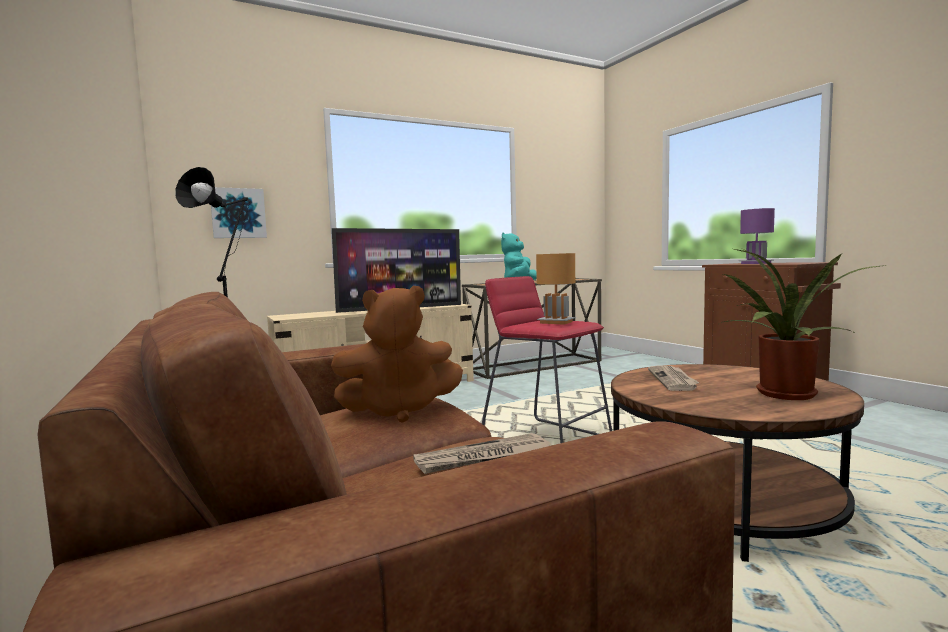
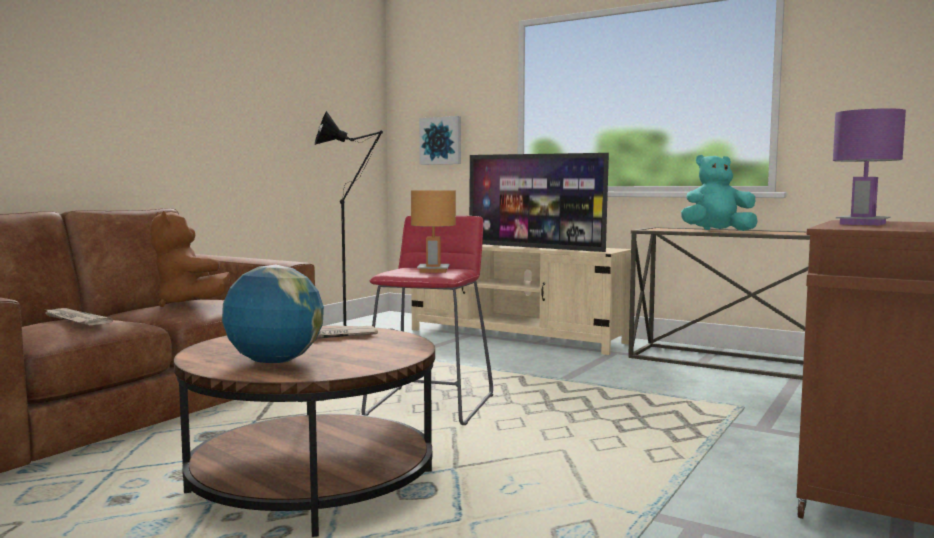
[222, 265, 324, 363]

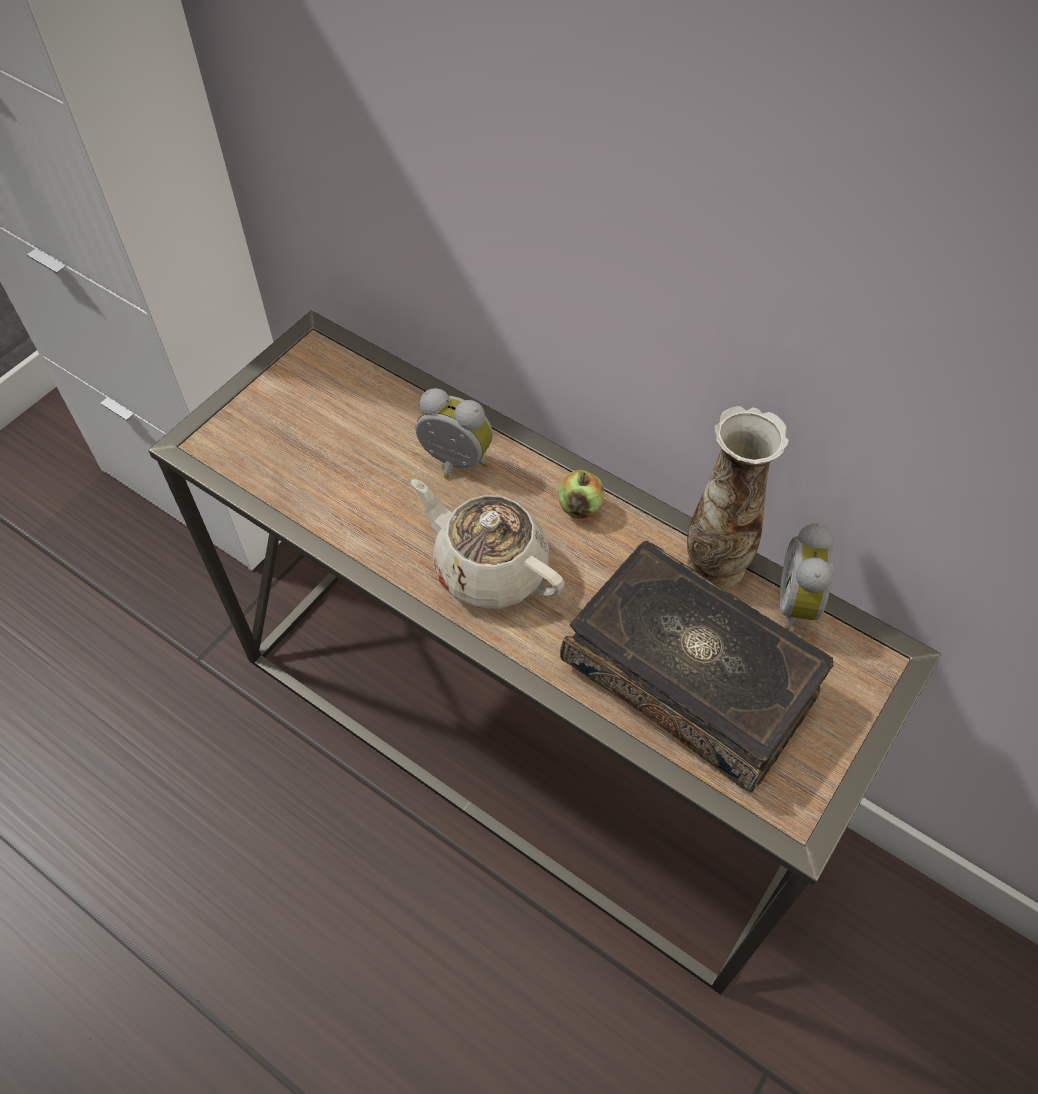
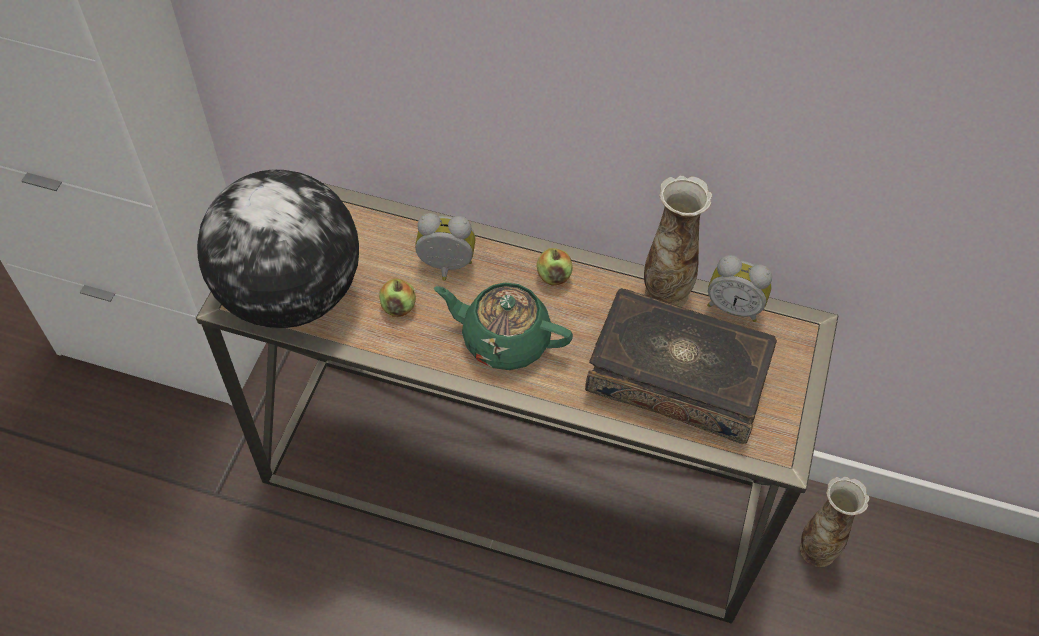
[197, 170, 359, 328]
[379, 278, 416, 317]
[434, 282, 573, 370]
[707, 255, 772, 322]
[800, 476, 870, 567]

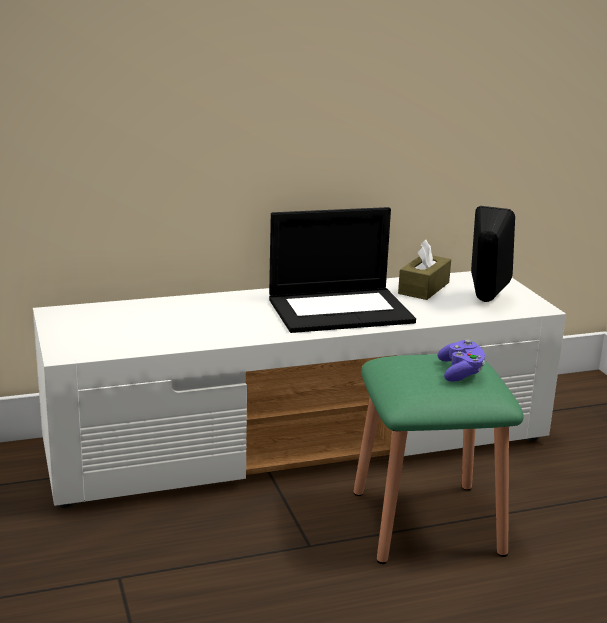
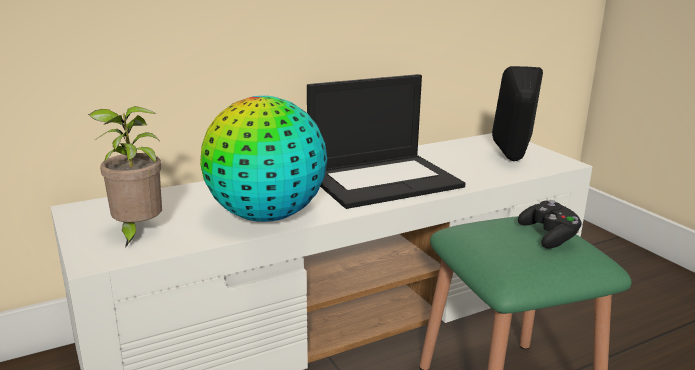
[88, 106, 162, 248]
[200, 96, 327, 222]
[518, 200, 582, 249]
[398, 240, 451, 300] (first image)

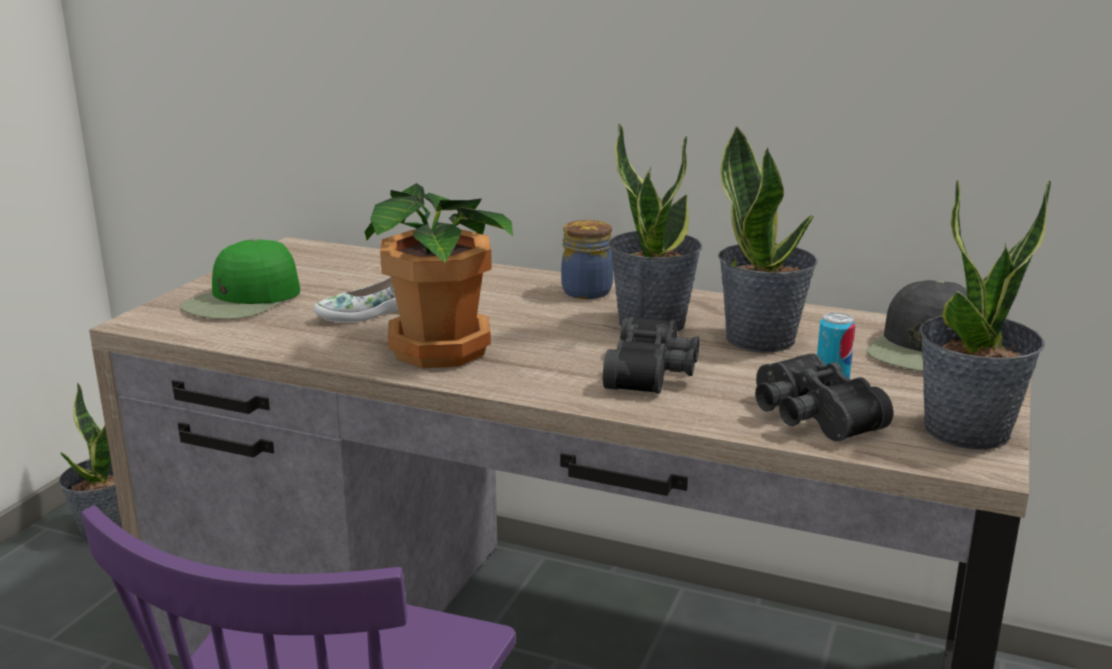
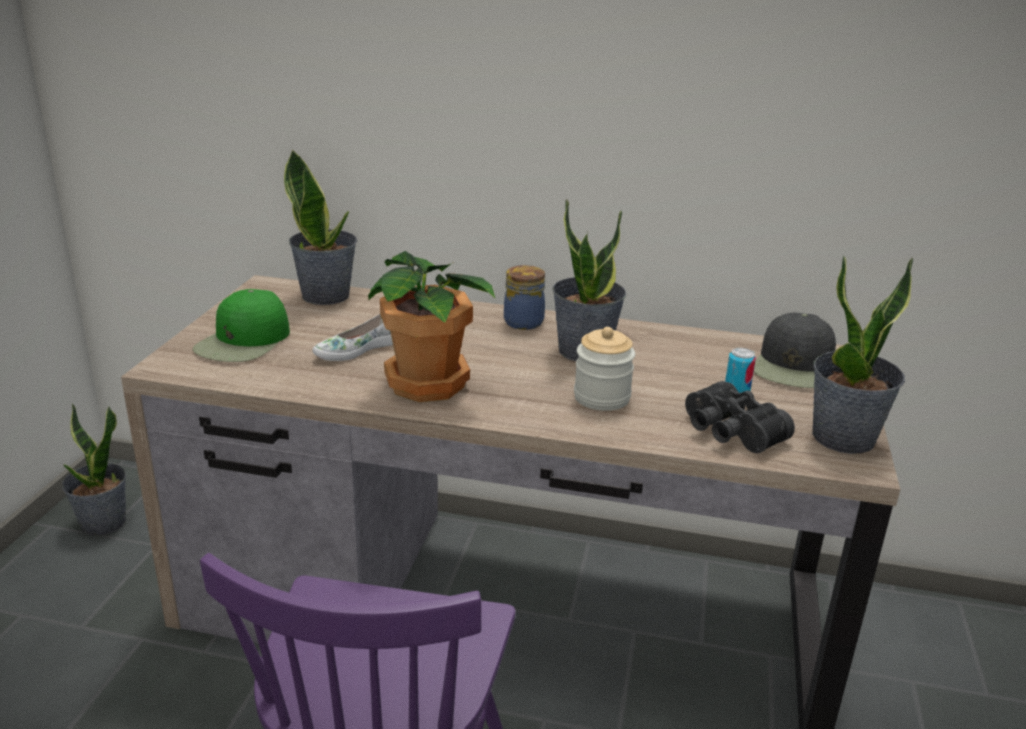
[284, 149, 357, 305]
[574, 327, 635, 411]

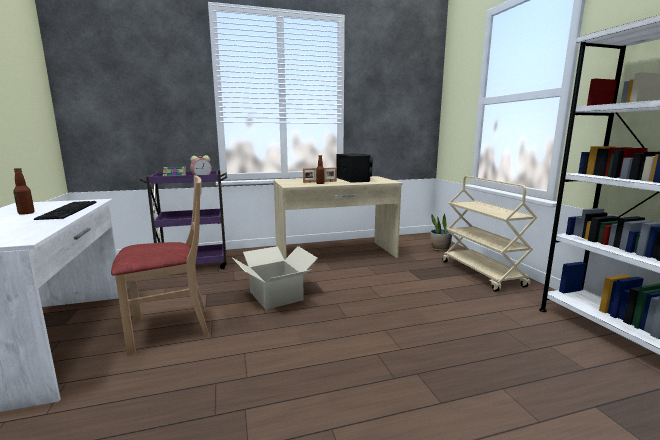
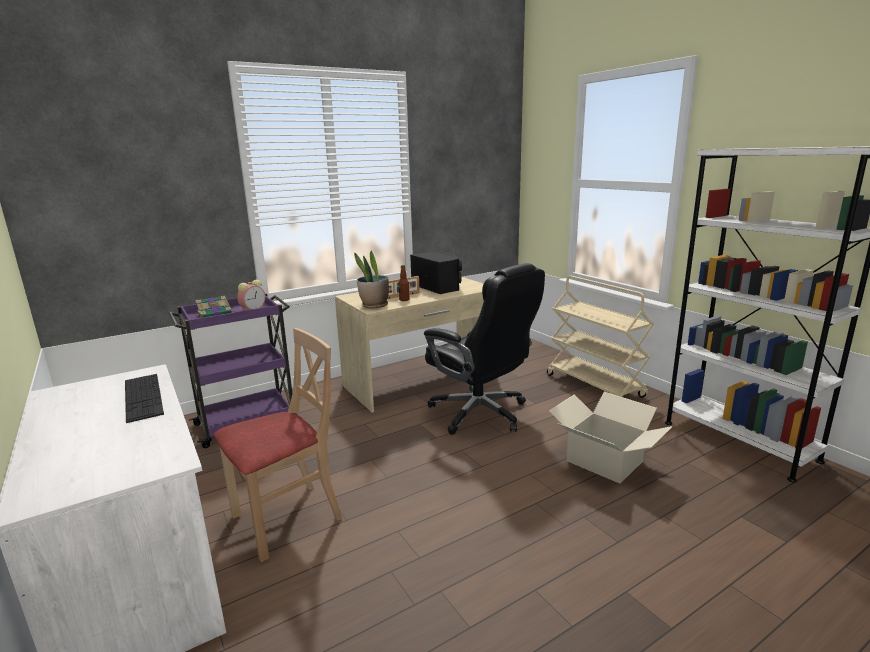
[354, 251, 389, 308]
[424, 263, 545, 435]
[549, 392, 672, 484]
[13, 168, 35, 215] (first image)

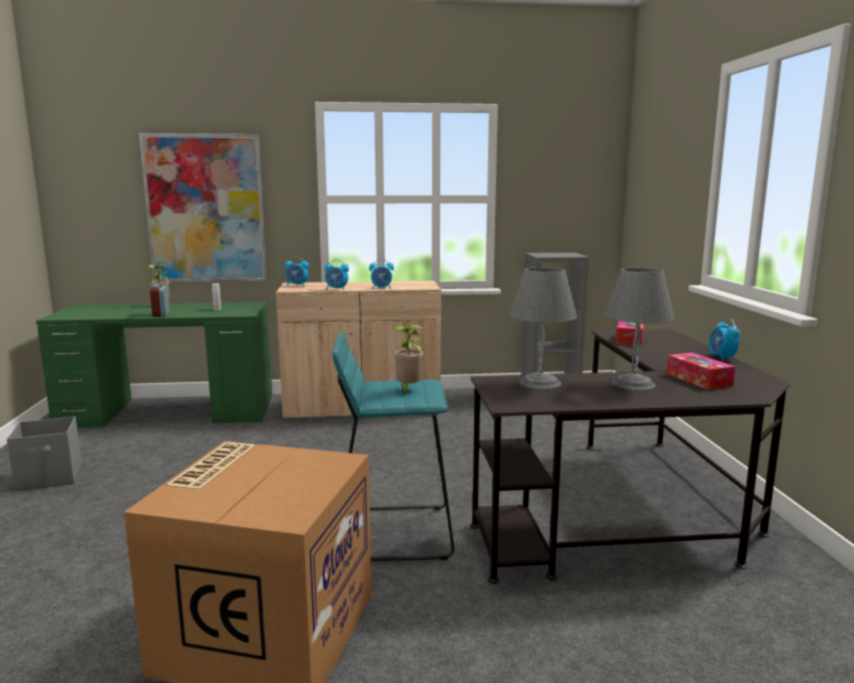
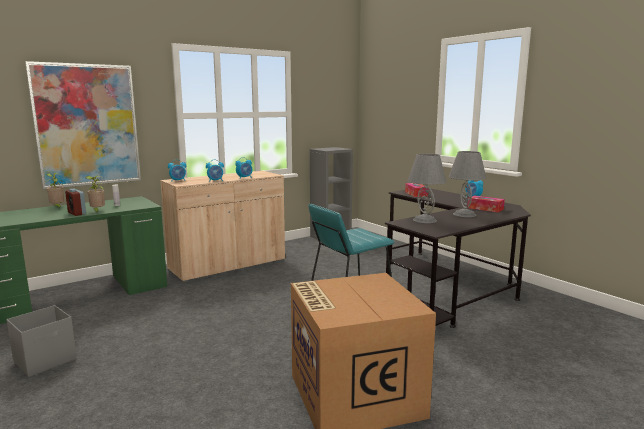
[85, 176, 105, 212]

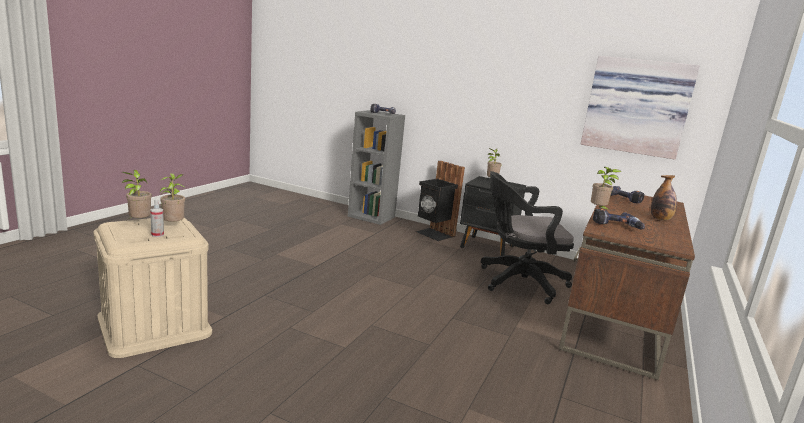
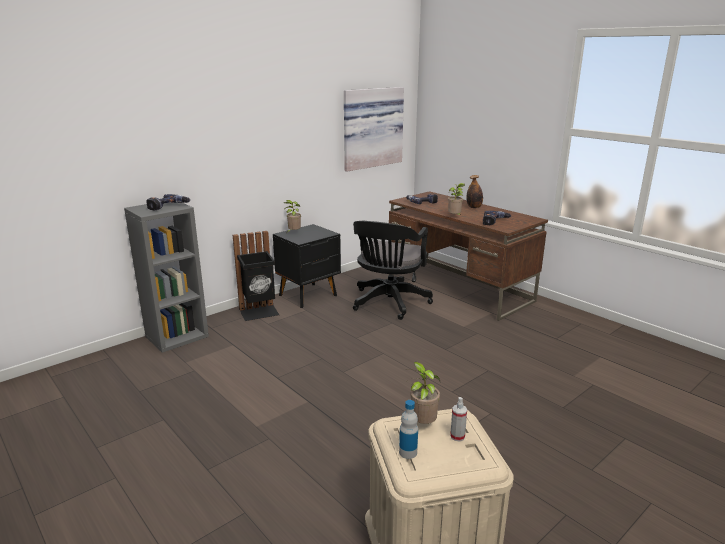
[399, 400, 418, 459]

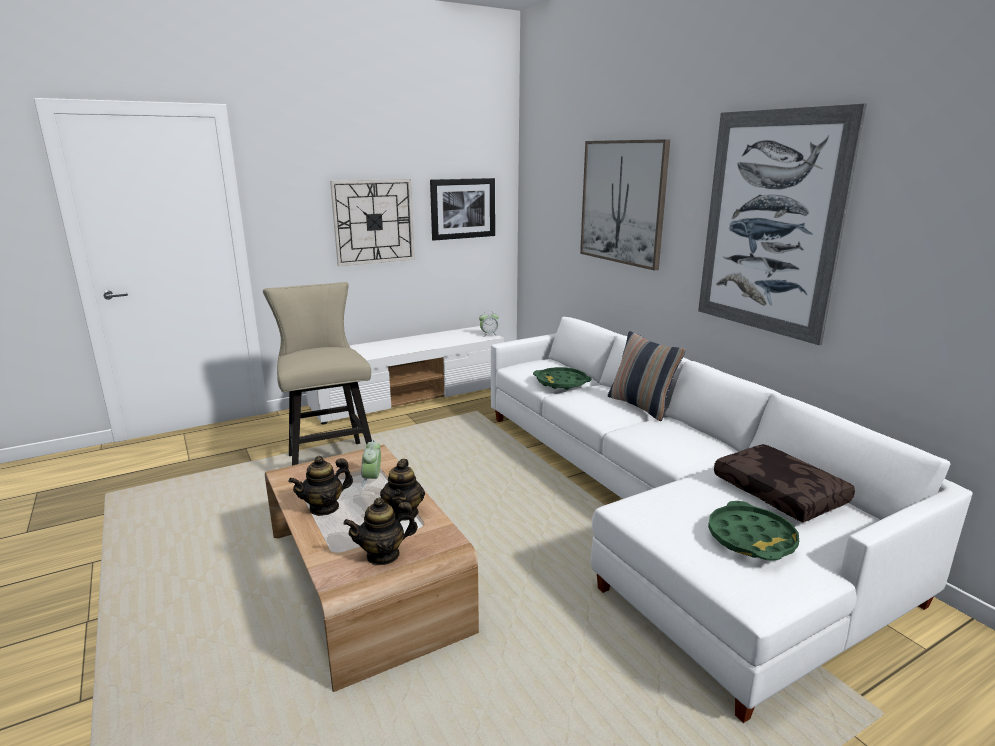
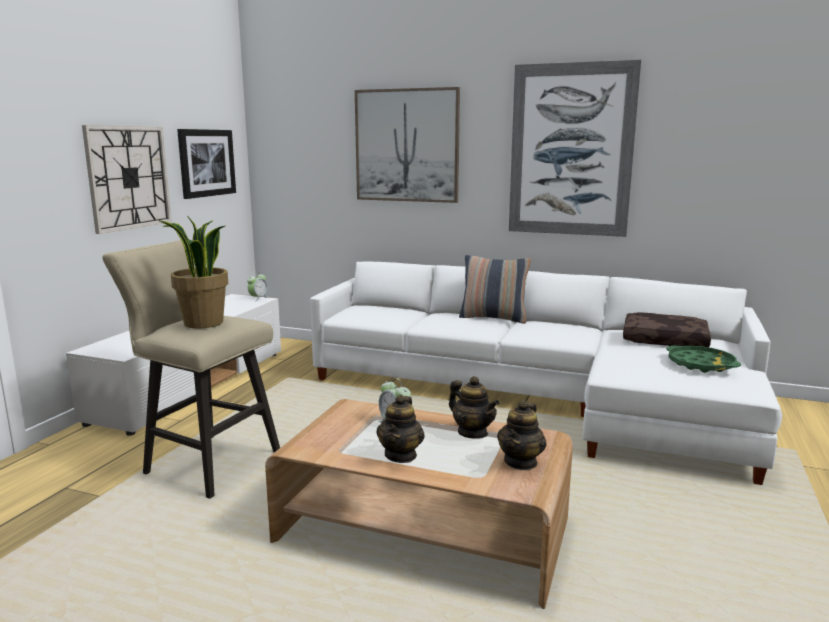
[158, 216, 228, 328]
[533, 367, 592, 390] (first image)

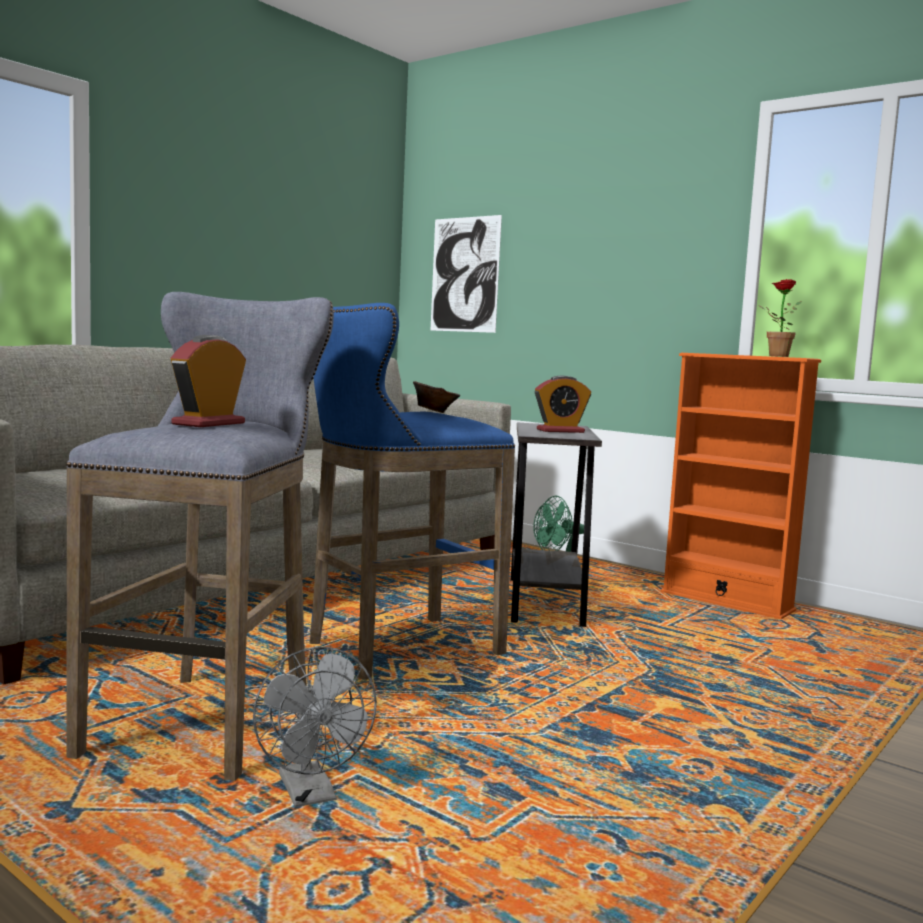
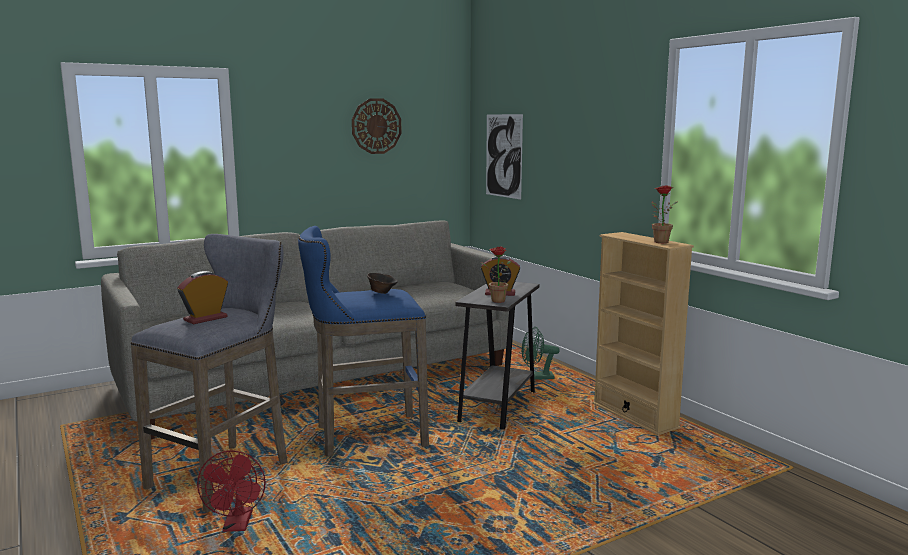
[197, 450, 266, 532]
[352, 98, 401, 154]
[481, 247, 511, 303]
[592, 232, 694, 435]

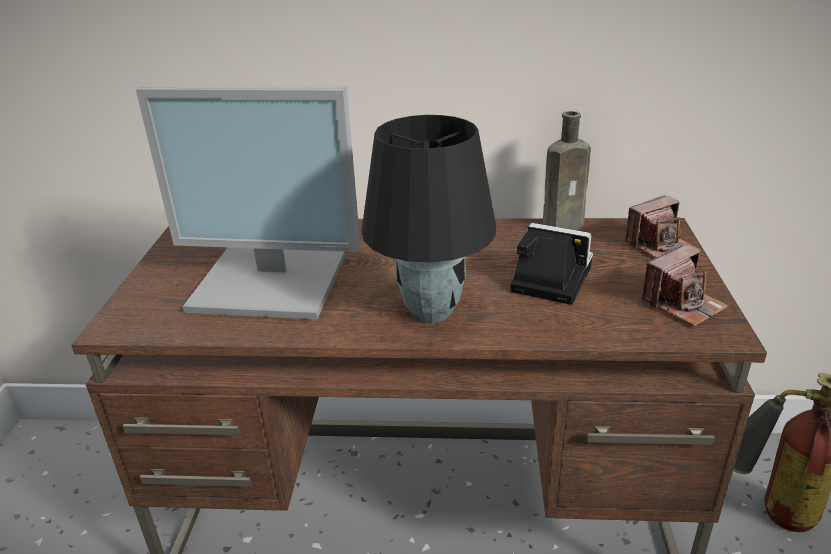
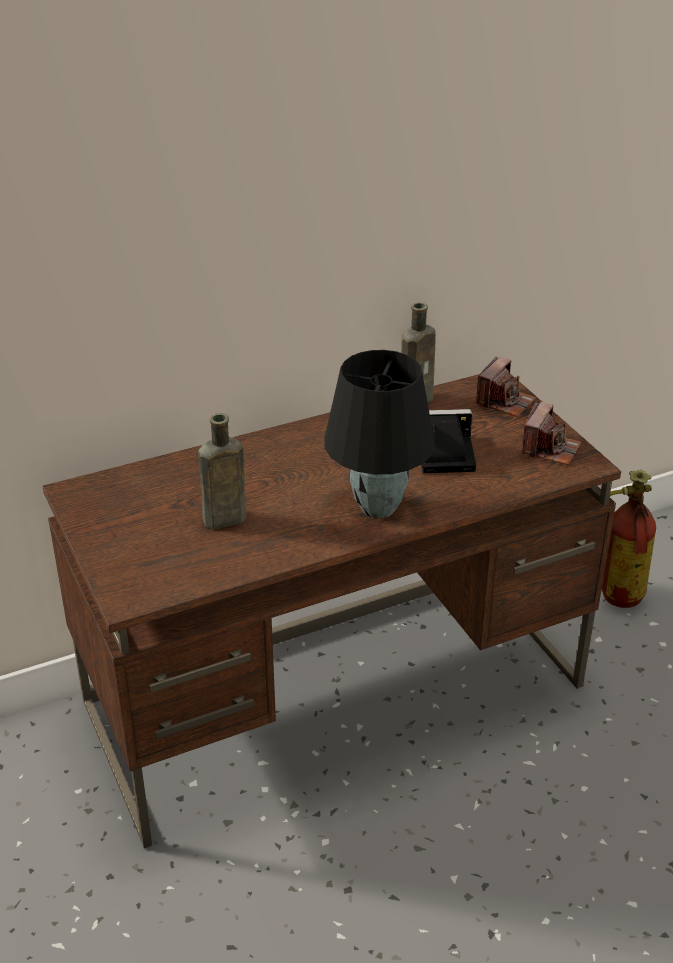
[198, 413, 246, 530]

